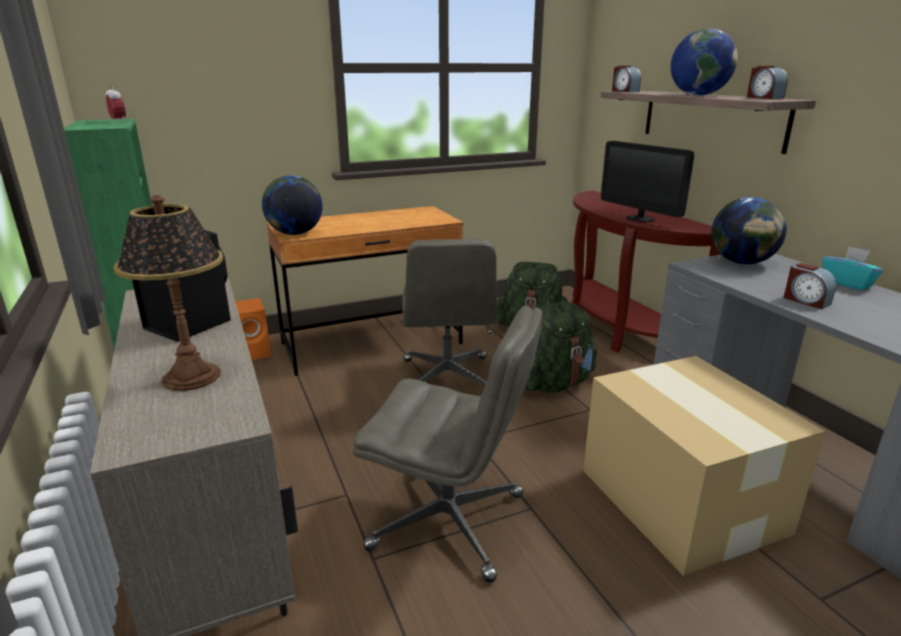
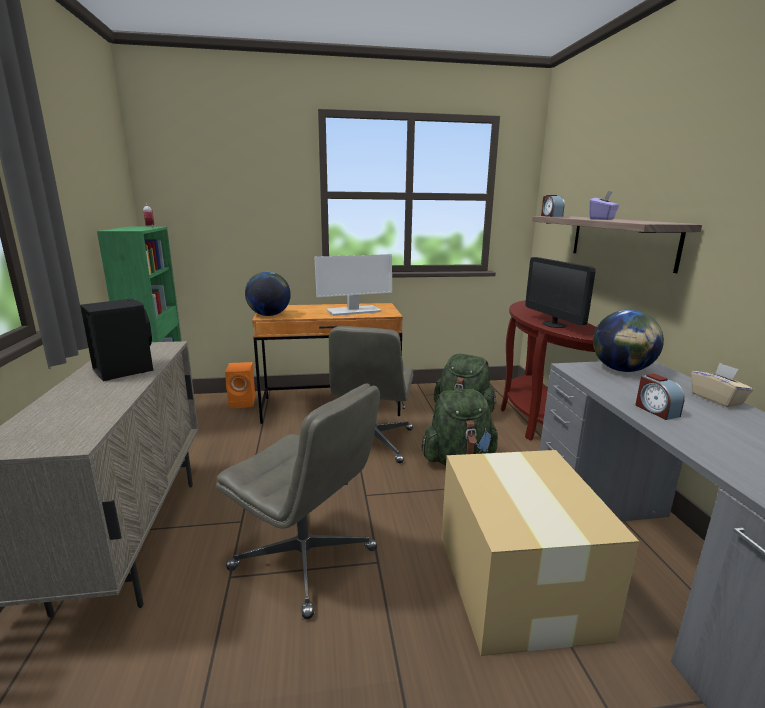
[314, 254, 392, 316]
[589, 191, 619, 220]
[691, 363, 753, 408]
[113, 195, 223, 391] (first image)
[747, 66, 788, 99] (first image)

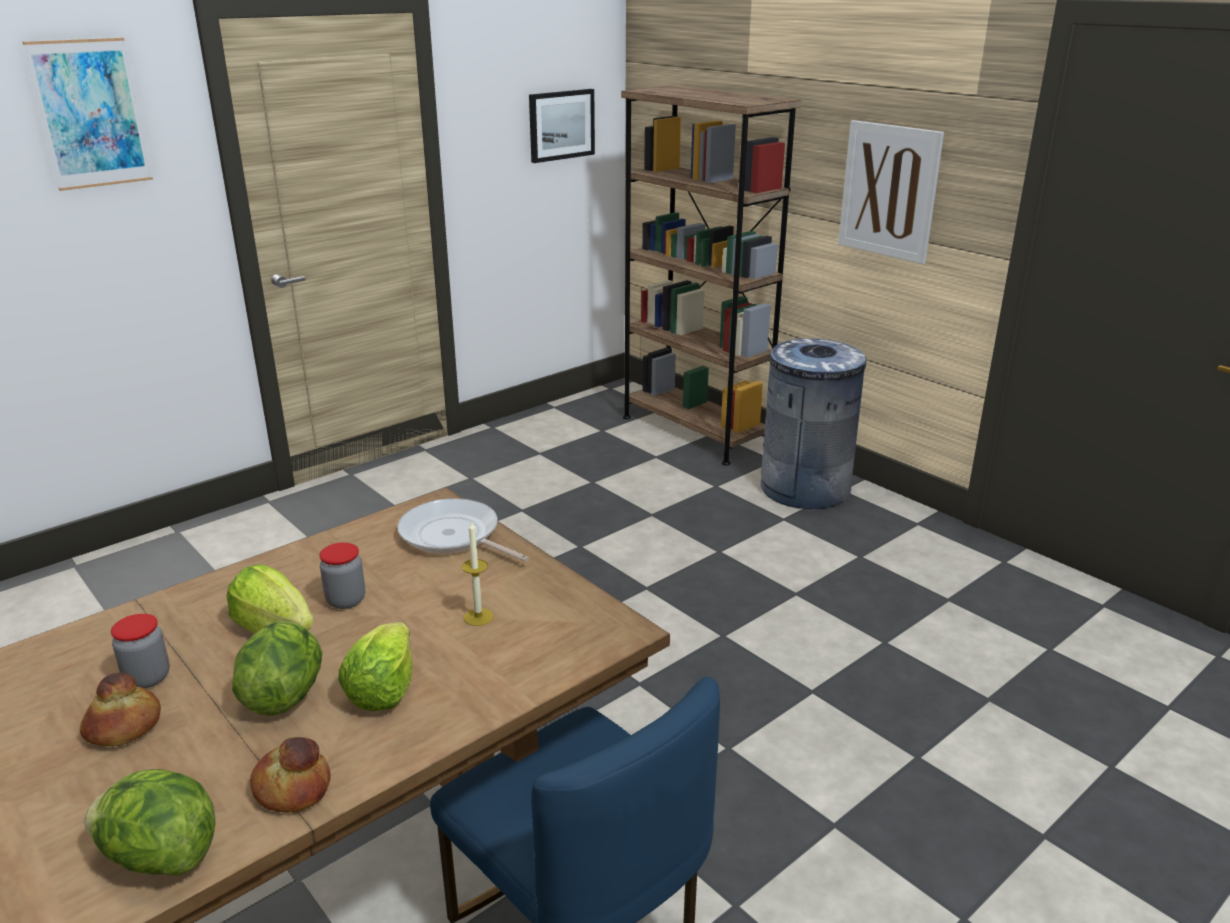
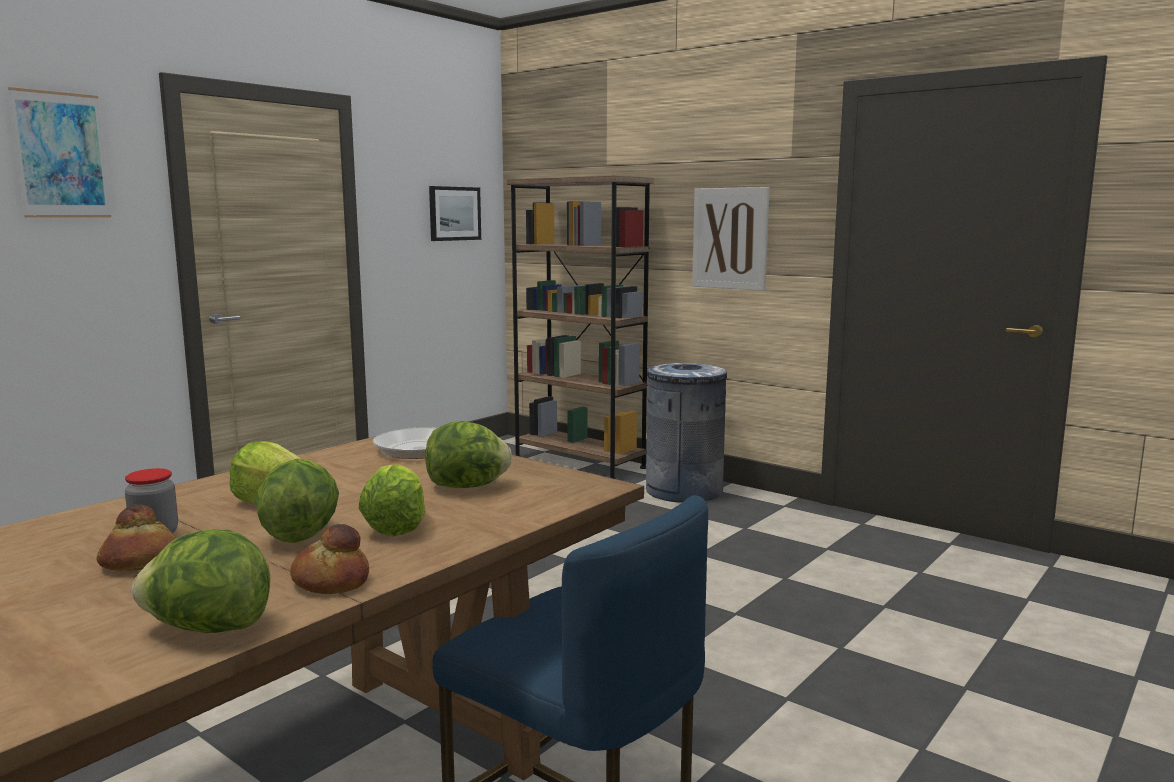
[425, 421, 512, 488]
[319, 542, 365, 609] (first image)

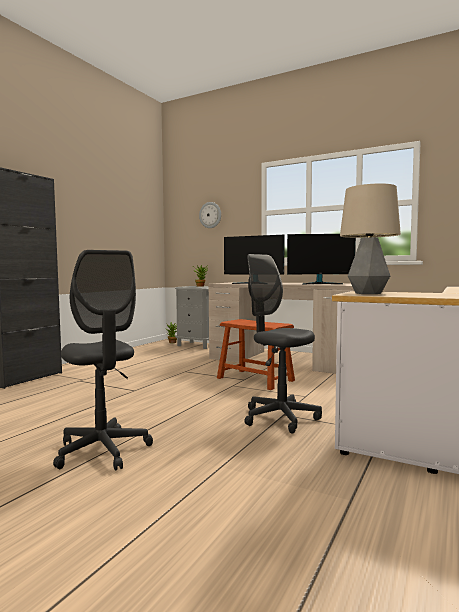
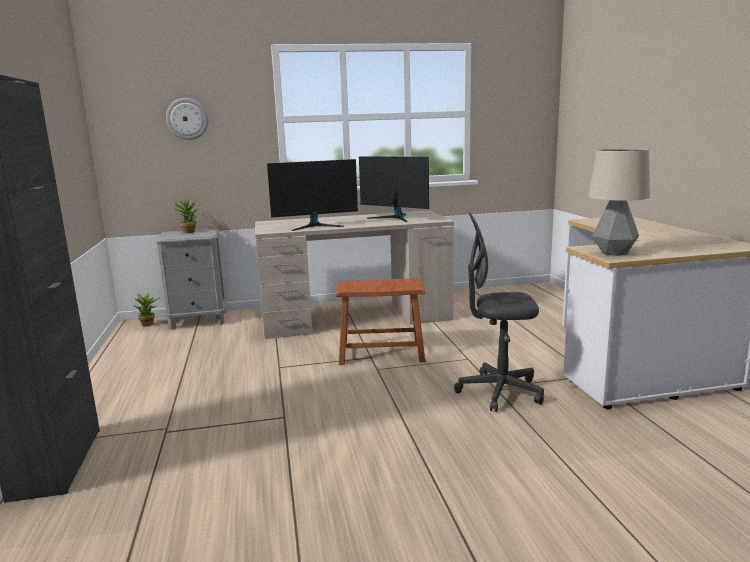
[359, 156, 429, 222]
[53, 250, 153, 471] (first image)

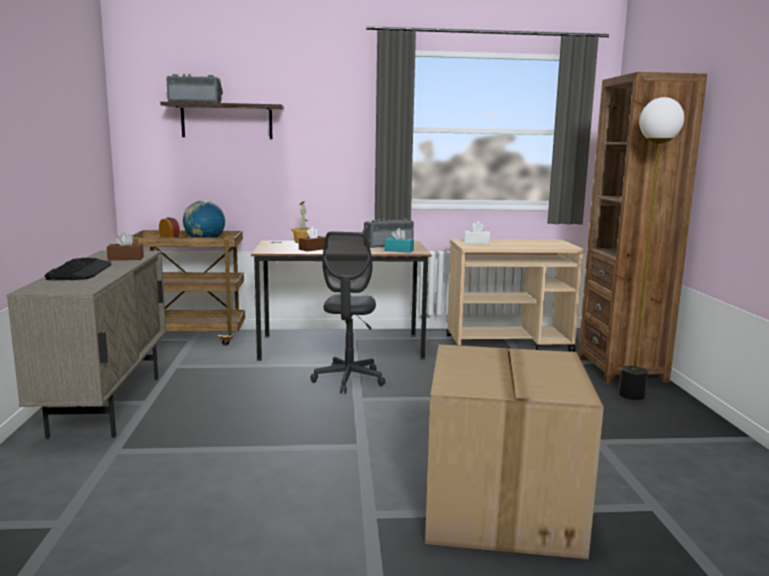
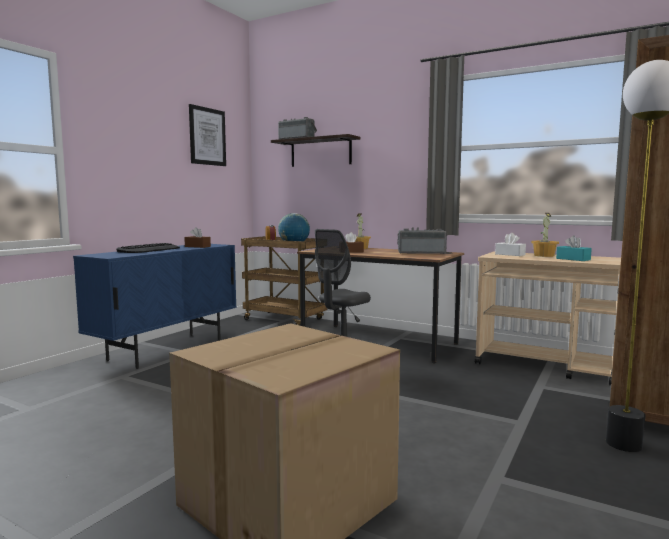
[73, 244, 236, 369]
[189, 104, 226, 166]
[531, 213, 559, 257]
[556, 236, 592, 261]

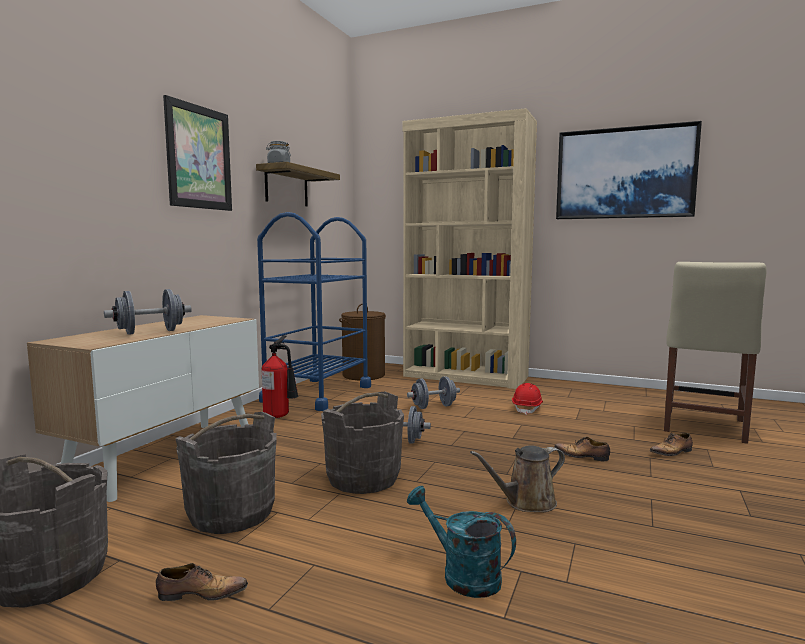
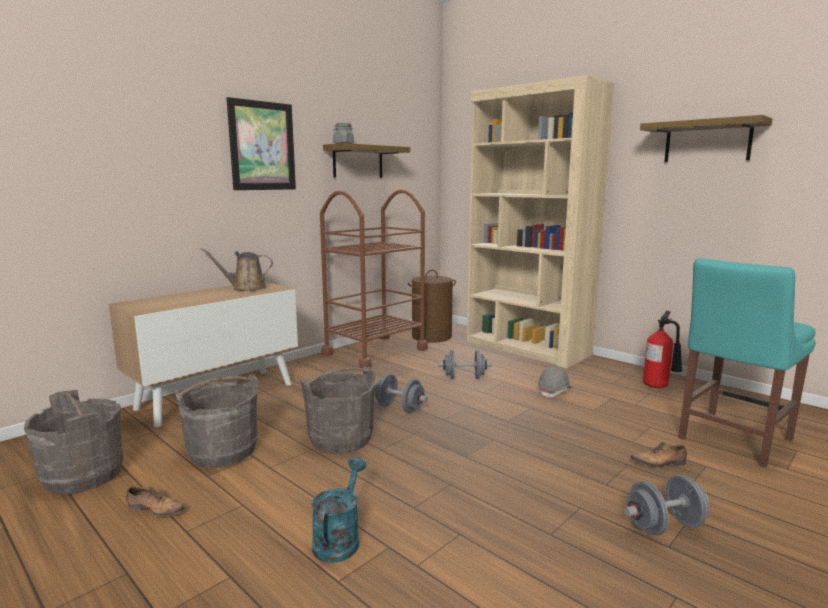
[201, 248, 273, 291]
[312, 457, 366, 563]
[320, 189, 428, 368]
[537, 366, 572, 398]
[624, 475, 709, 536]
[640, 115, 773, 162]
[643, 311, 682, 388]
[678, 258, 816, 468]
[554, 436, 610, 462] (first image)

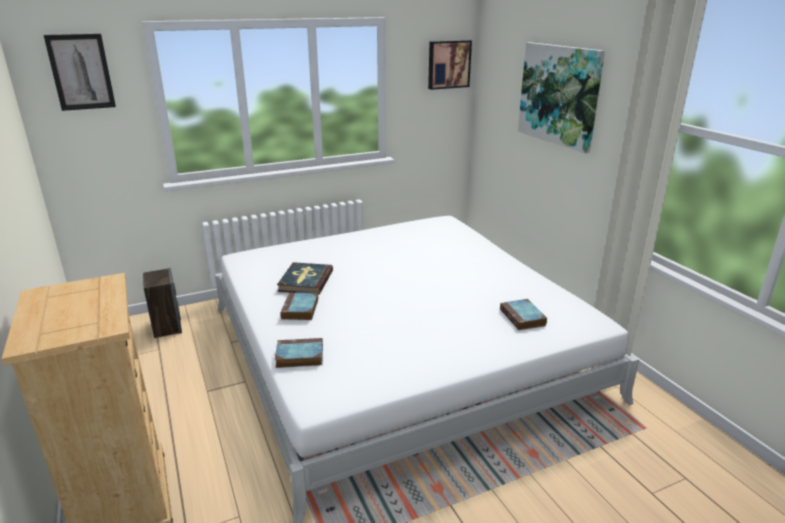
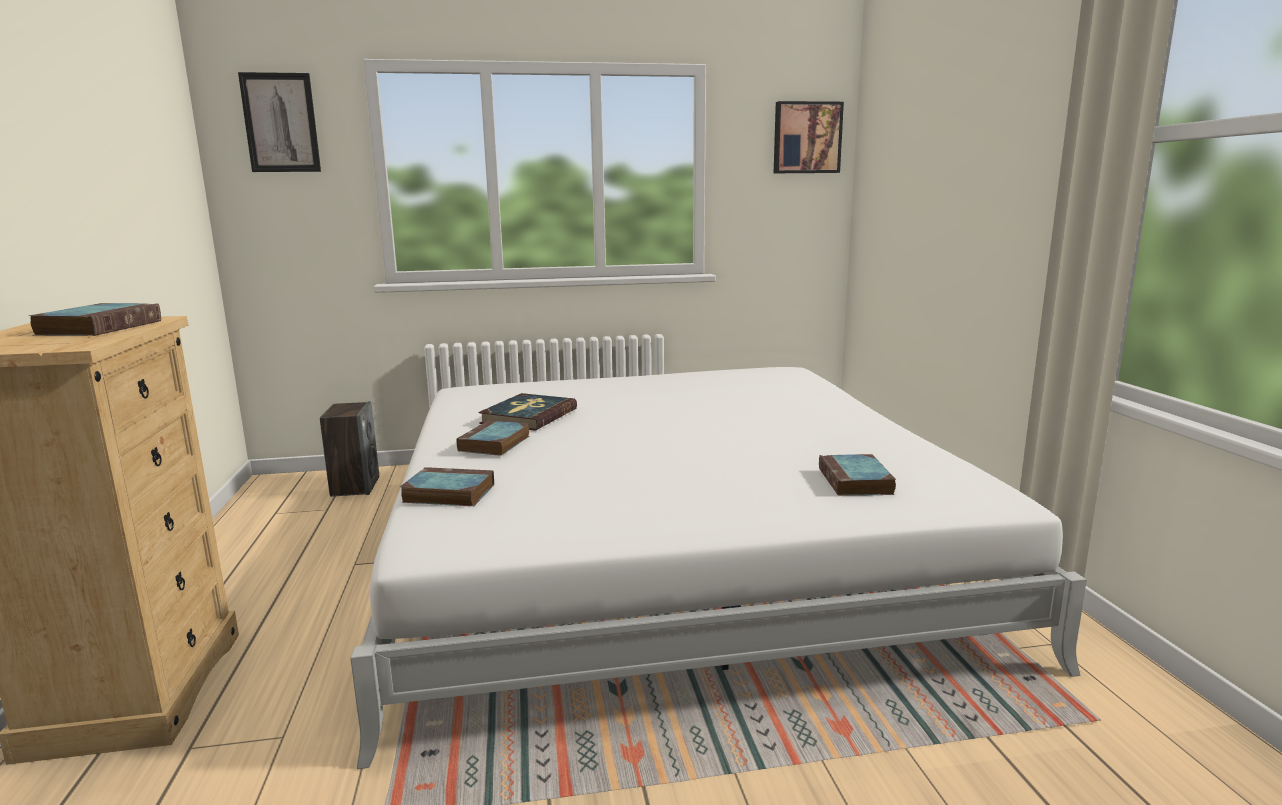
[29, 303, 161, 336]
[518, 42, 605, 154] (first image)

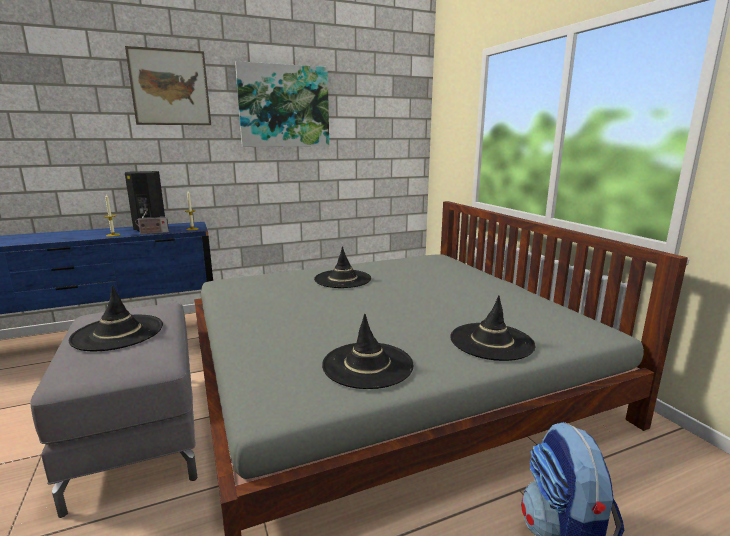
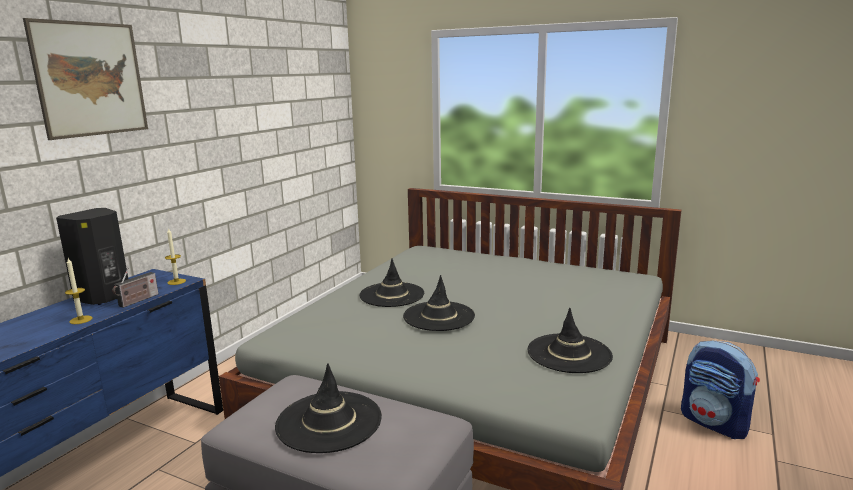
[403, 275, 475, 331]
[235, 61, 329, 147] (first image)

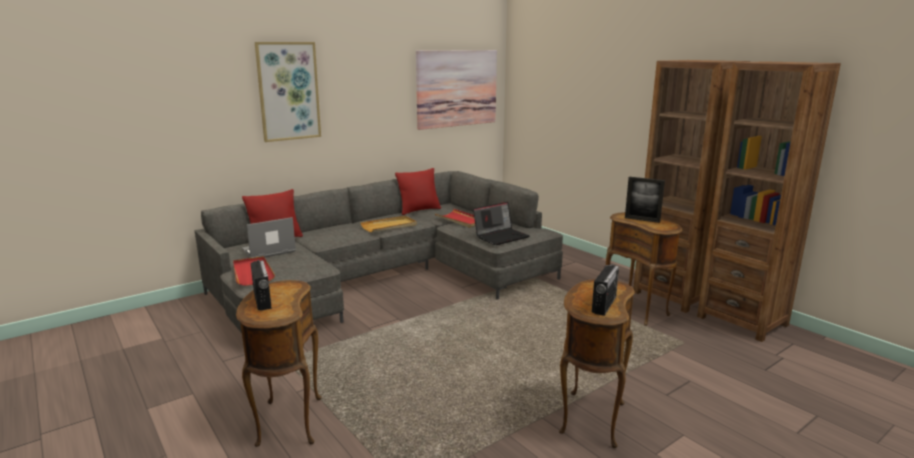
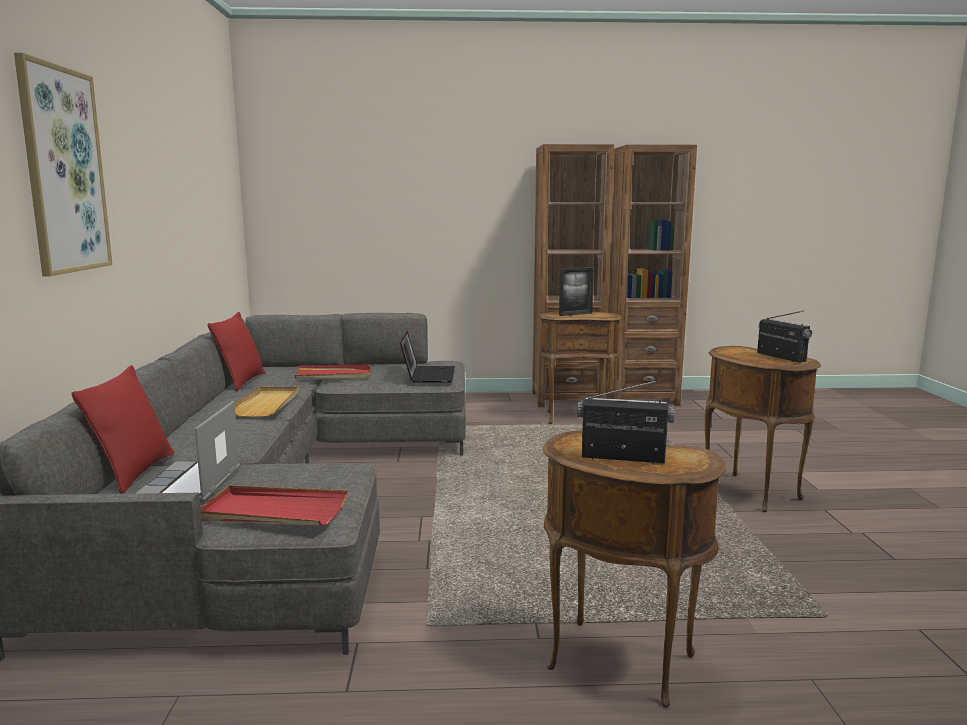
[416, 50, 497, 130] (first image)

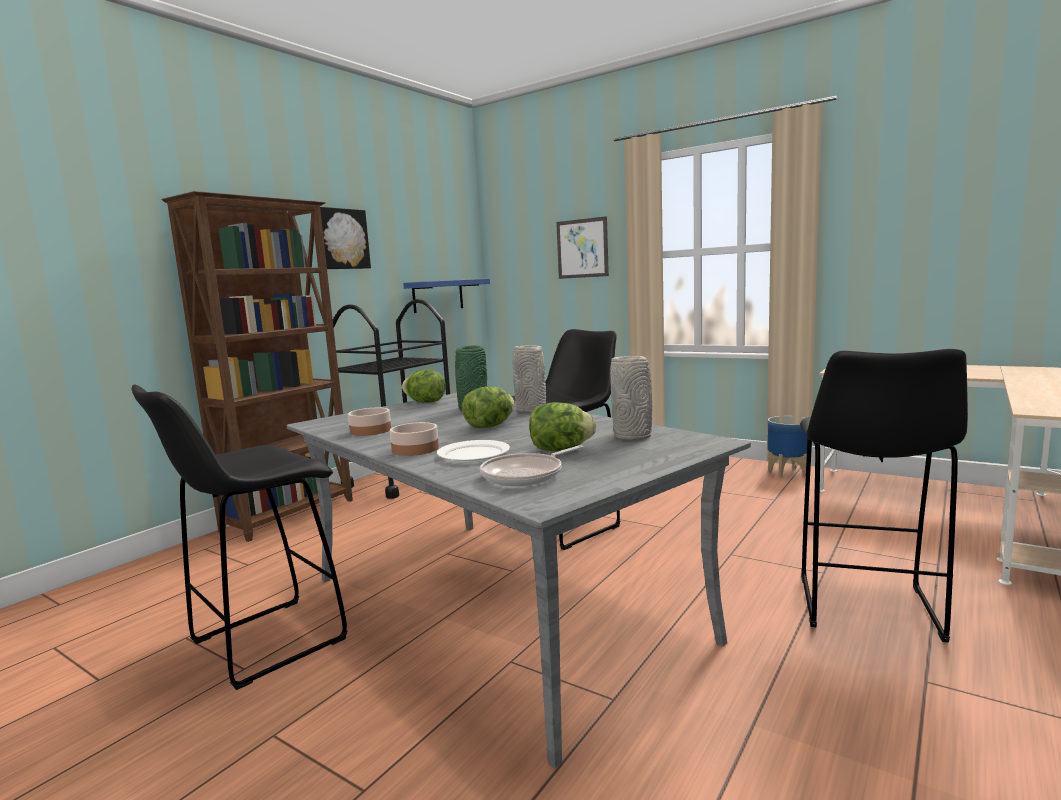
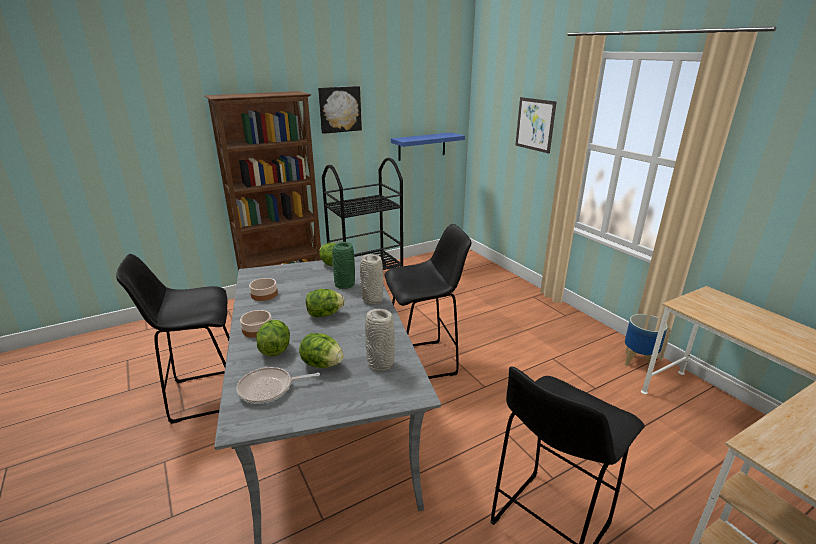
[256, 320, 290, 356]

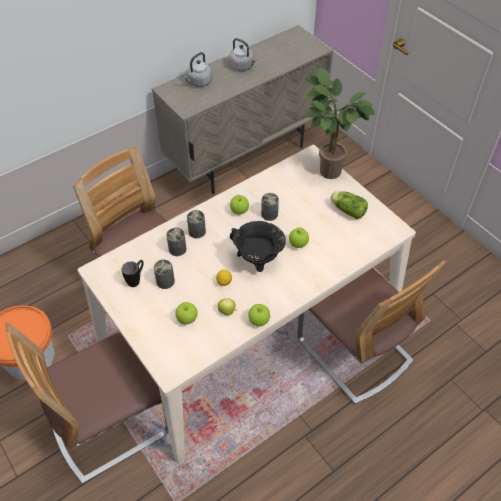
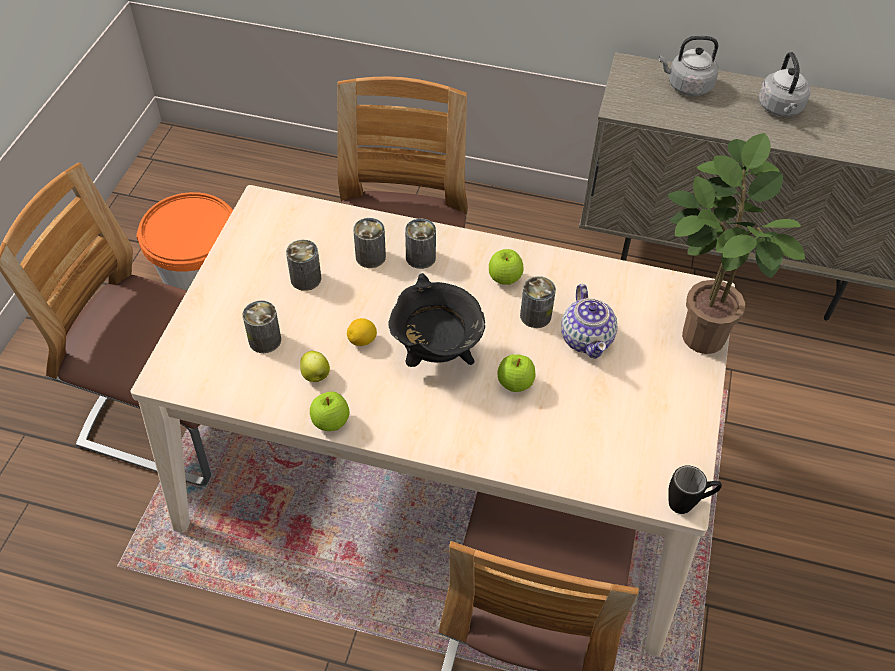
[243, 300, 281, 353]
[561, 284, 618, 359]
[668, 465, 722, 514]
[330, 191, 368, 219] (first image)

